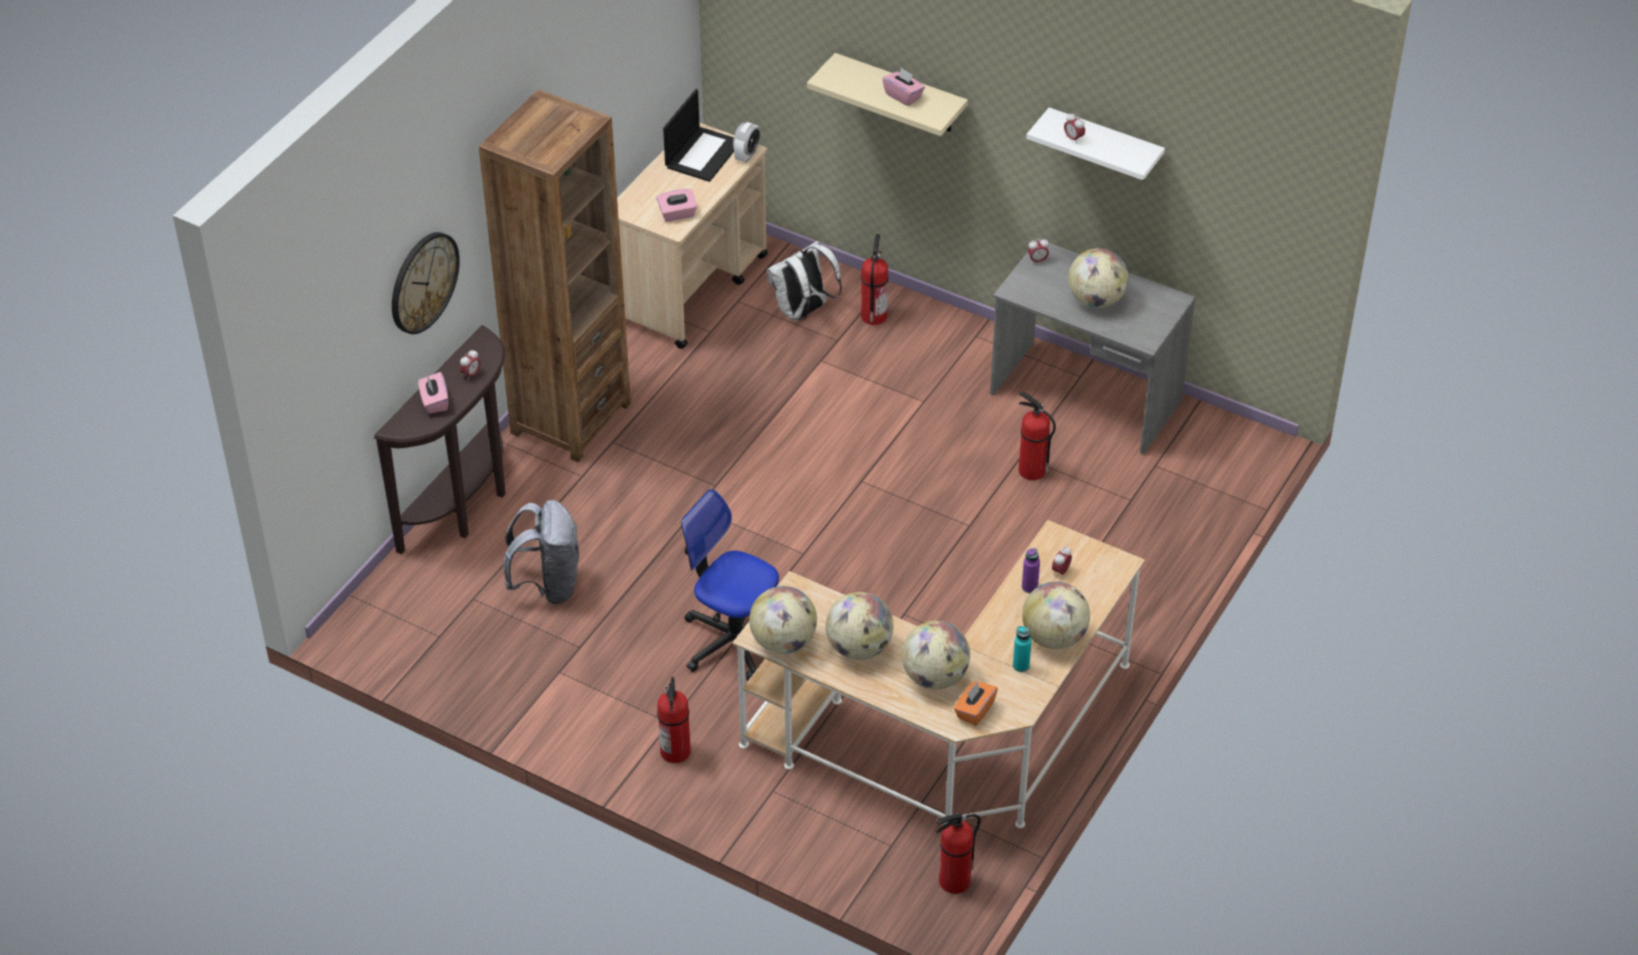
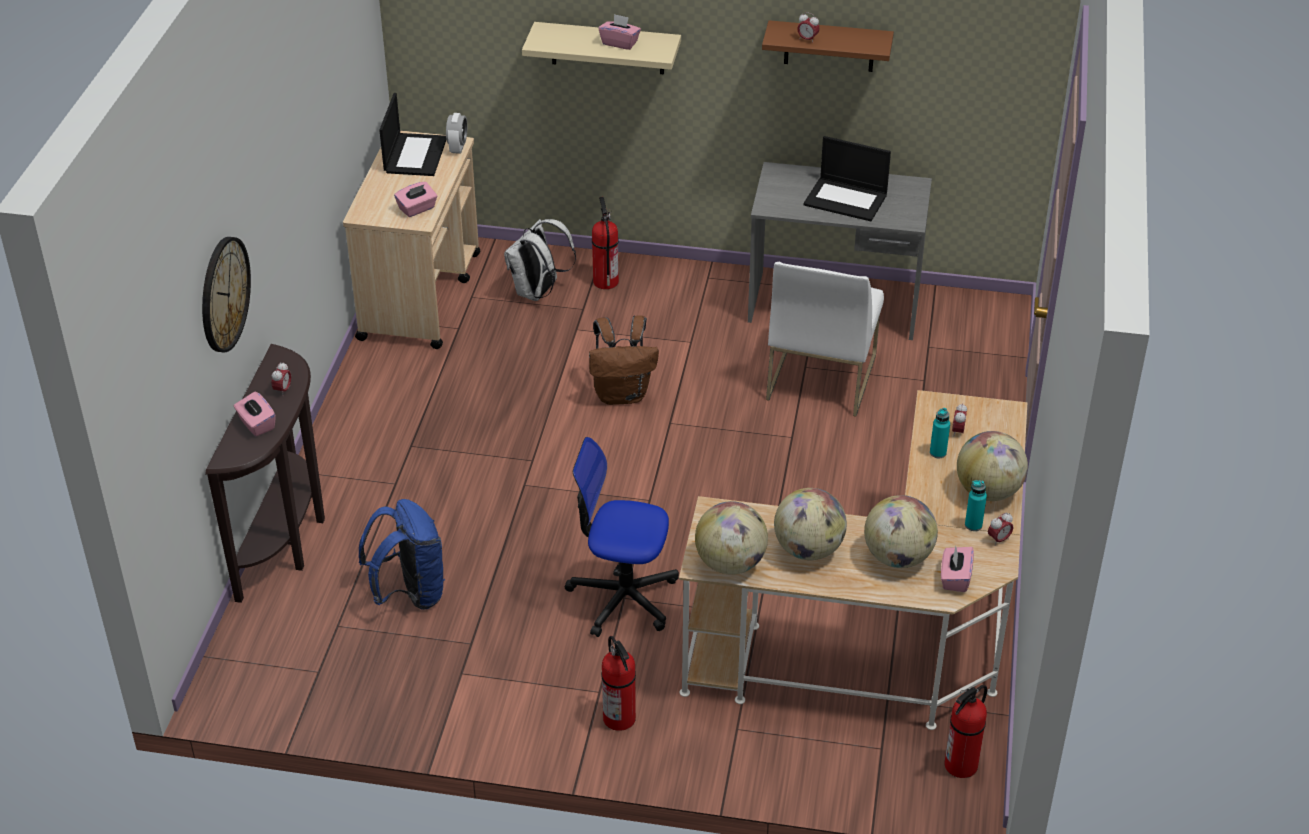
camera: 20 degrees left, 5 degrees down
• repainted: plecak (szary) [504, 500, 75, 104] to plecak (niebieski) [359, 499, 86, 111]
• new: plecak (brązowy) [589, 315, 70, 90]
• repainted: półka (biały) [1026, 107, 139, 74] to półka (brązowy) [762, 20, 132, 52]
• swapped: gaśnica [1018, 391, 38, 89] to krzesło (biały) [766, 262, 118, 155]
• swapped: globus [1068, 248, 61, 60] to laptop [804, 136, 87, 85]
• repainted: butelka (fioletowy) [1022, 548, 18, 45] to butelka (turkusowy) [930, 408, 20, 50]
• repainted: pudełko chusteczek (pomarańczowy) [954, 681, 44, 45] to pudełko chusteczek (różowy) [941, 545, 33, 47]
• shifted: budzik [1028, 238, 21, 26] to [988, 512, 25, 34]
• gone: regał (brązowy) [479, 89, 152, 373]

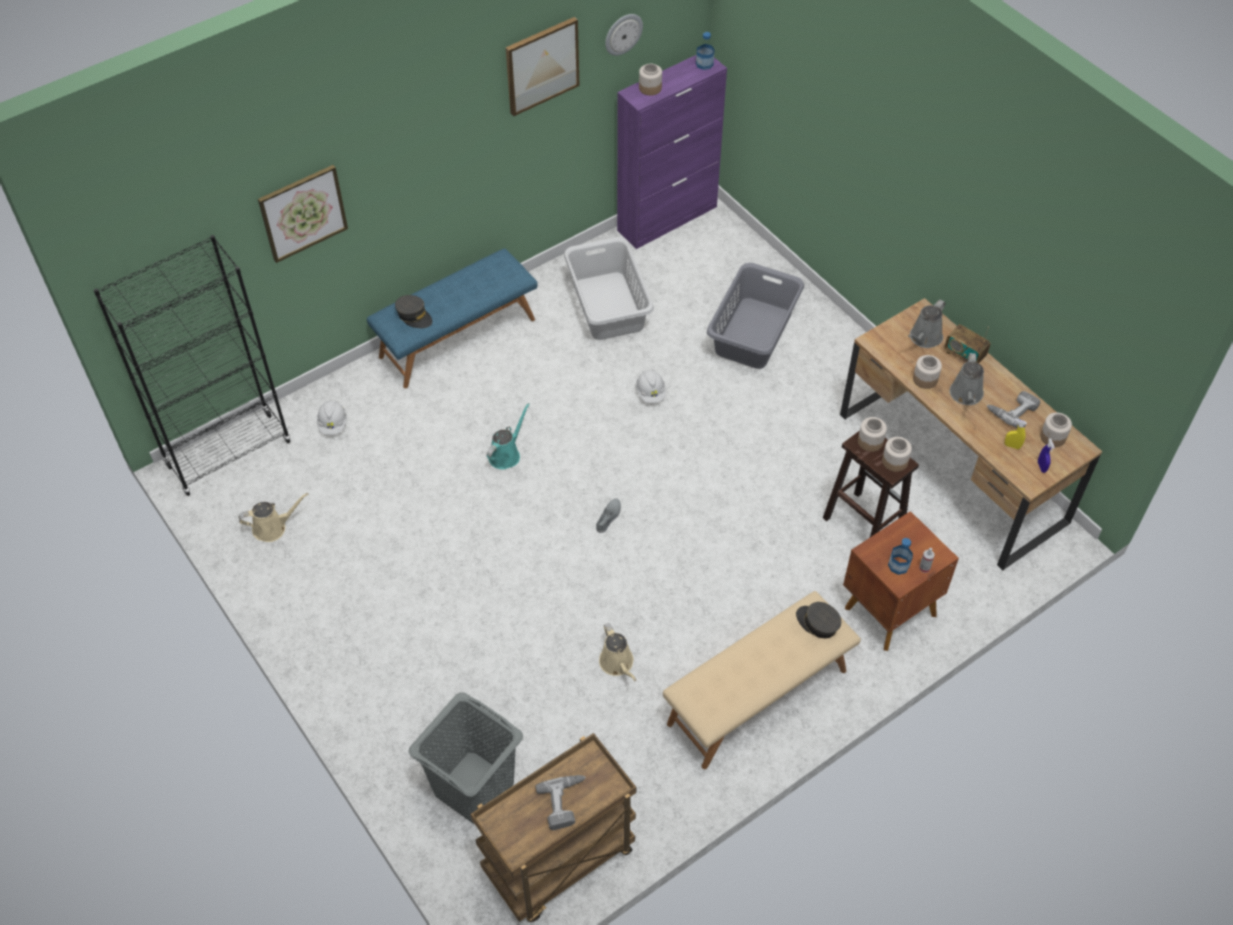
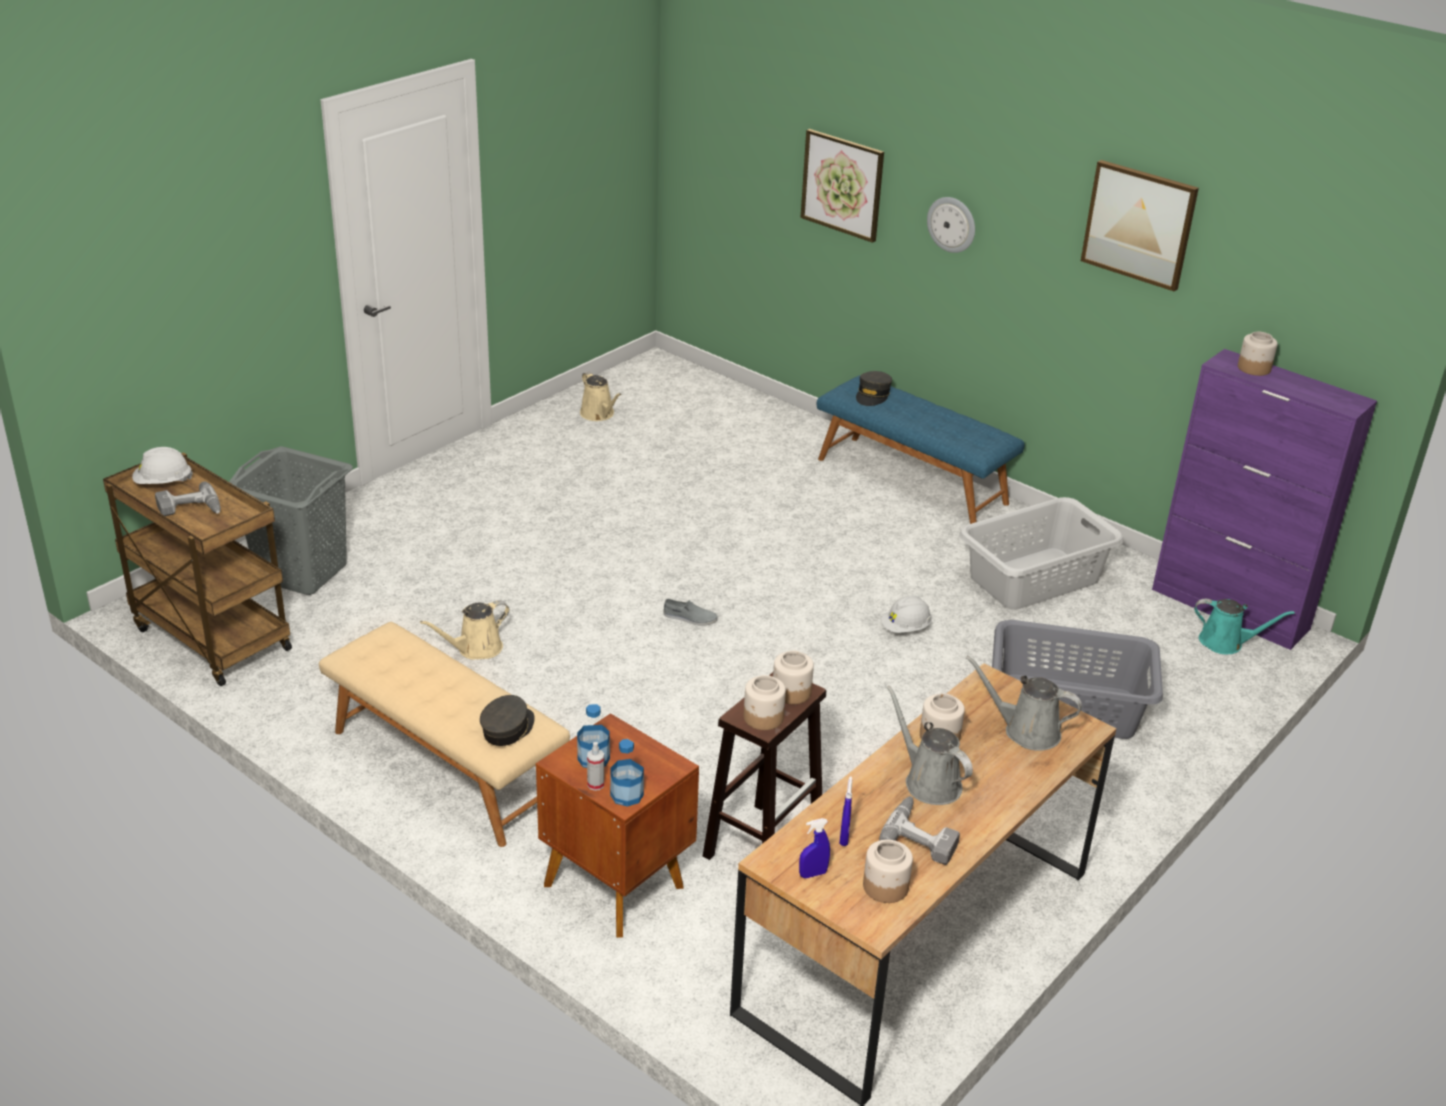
camera: 75 degrees right, 20 degrees down
• shifted: kask (biały) [317, 401, 30, 34] to [132, 447, 61, 37]
• shifted: butelka [696, 32, 19, 38] to [610, 739, 34, 68]
• repainted: spryskiwacz (żółty) [1005, 419, 22, 30] to spryskiwacz (niebieski) [839, 776, 13, 70]
• rotated: konewka (szary) [950, 353, 34, 52] = [887, 685, 86, 120] 60 degrees clockwise
• shifted: zegar ścienny [605, 14, 38, 42] to [927, 197, 48, 56]
• shifted: konewka (turkusowy) [486, 403, 44, 67] to [1194, 599, 101, 55]
• gone: regał (czarny) [94, 235, 197, 261]
• gone: radio [944, 324, 46, 39]

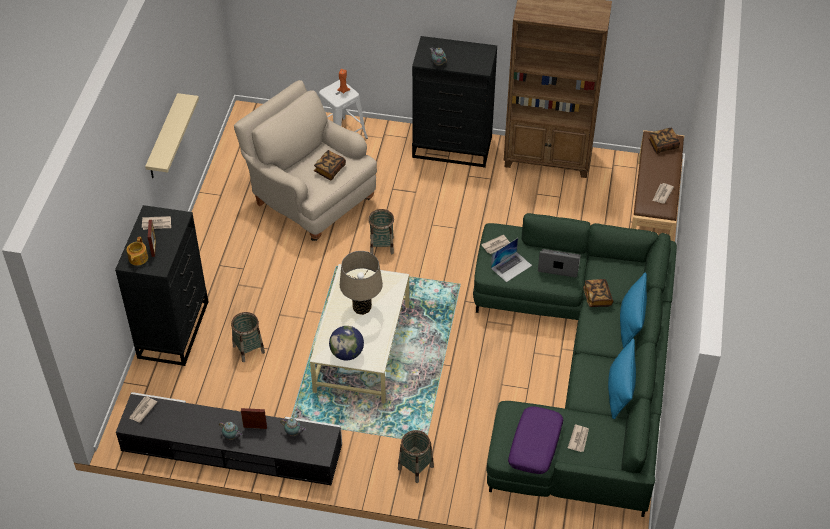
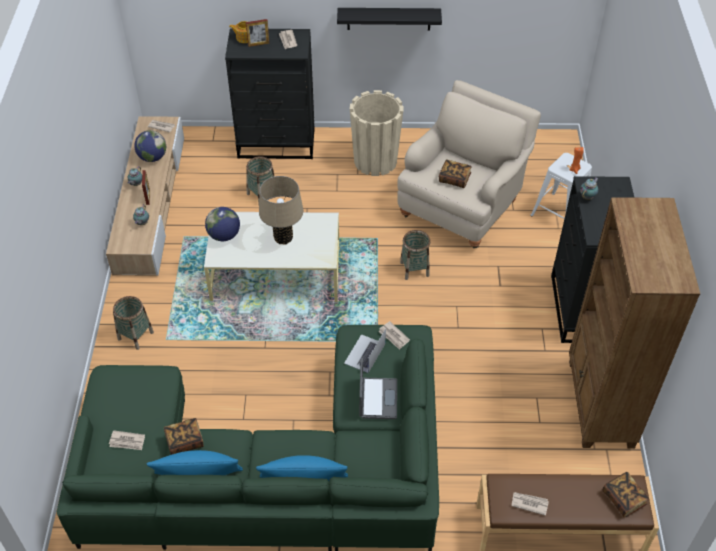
camera: 80 degrees right, 0 degrees up
• repainted: szafka pod telewizor (czarny) [116, 392, 226, 93] to szafka pod telewizor (beżowy) [106, 116, 78, 160]
• new: globus [134, 130, 32, 32]
• shifted: książka [583, 279, 30, 28] to [164, 418, 40, 37]
• repainted: półka (beżowy) [145, 93, 54, 85] to półka (czarny) [337, 8, 105, 22]
• rotated: laptop [491, 238, 41, 44] = [344, 329, 42, 44] 75 degrees clockwise
• new: donica (beżowy) [350, 90, 54, 86]
• gone: poduszka (fioletowy) [508, 406, 55, 68]

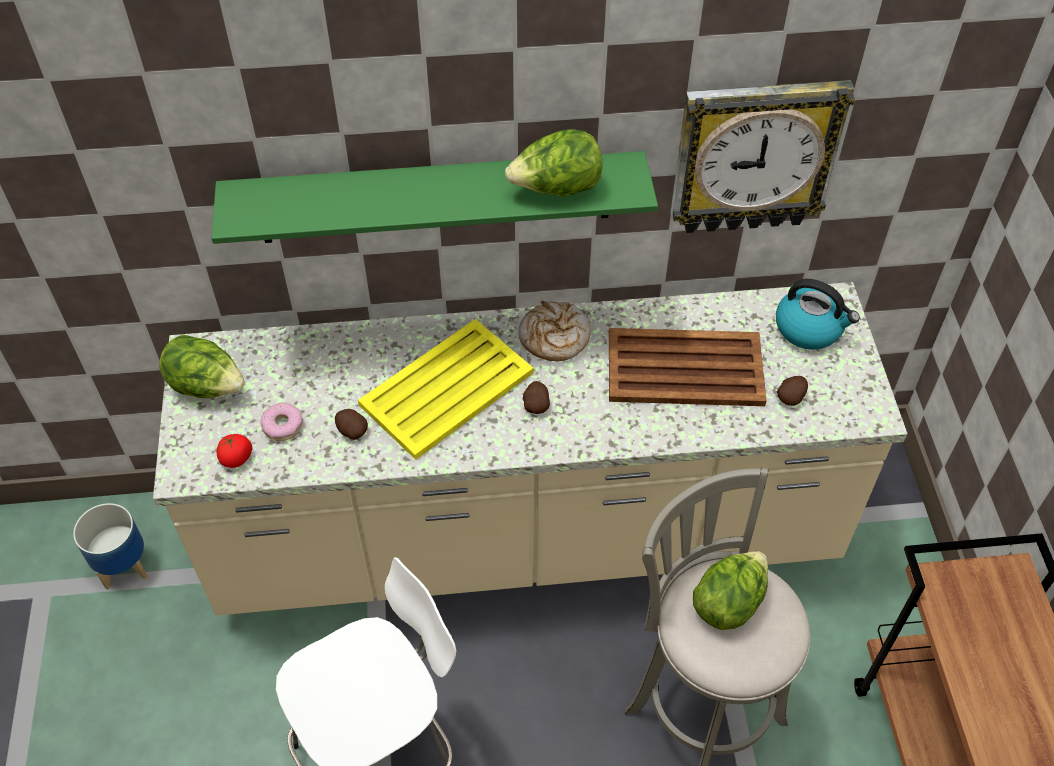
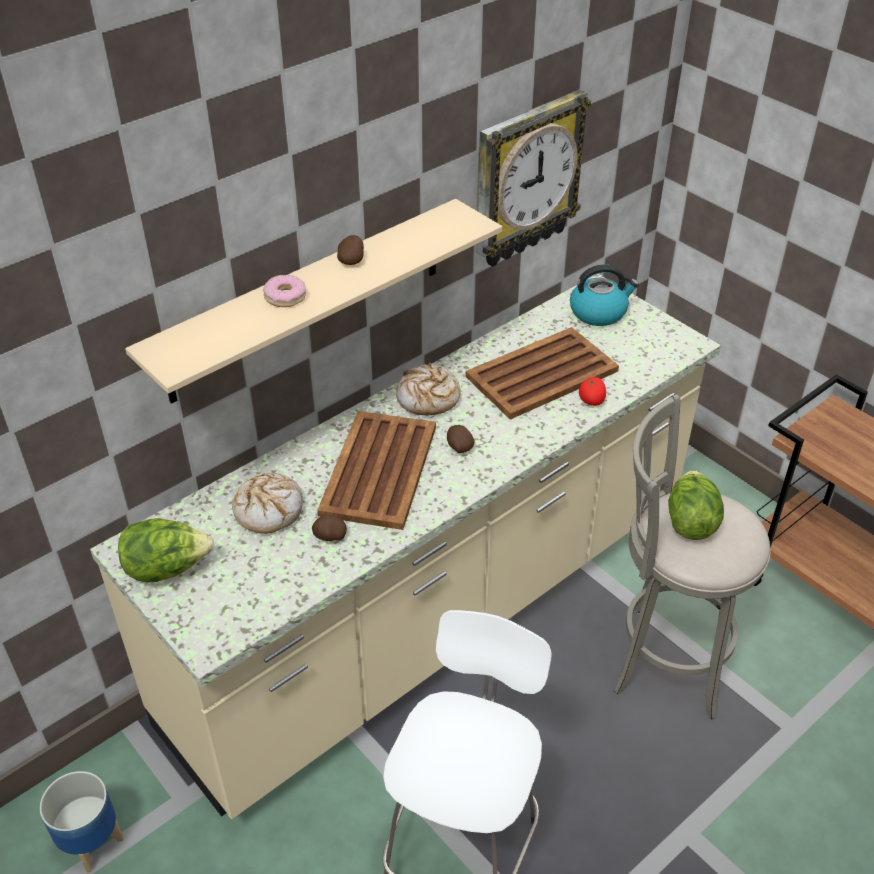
camera: 35 degrees left, 10 degrees down
• repainted: półka (zielony) [211, 151, 447, 93] to półka (beżowy) [125, 199, 377, 205]
• new: chleb [232, 473, 71, 61]
• shifted: donut [261, 403, 42, 38] to [263, 275, 43, 32]
• repainted: taca (żółty) [358, 319, 176, 141] to taca (brązowy) [317, 411, 119, 119]
• shifted: ziemniak [777, 376, 31, 30] to [337, 235, 27, 30]
• shifted: pomidor [217, 434, 35, 34] to [579, 377, 27, 29]
• gone: sałata [505, 129, 98, 67]

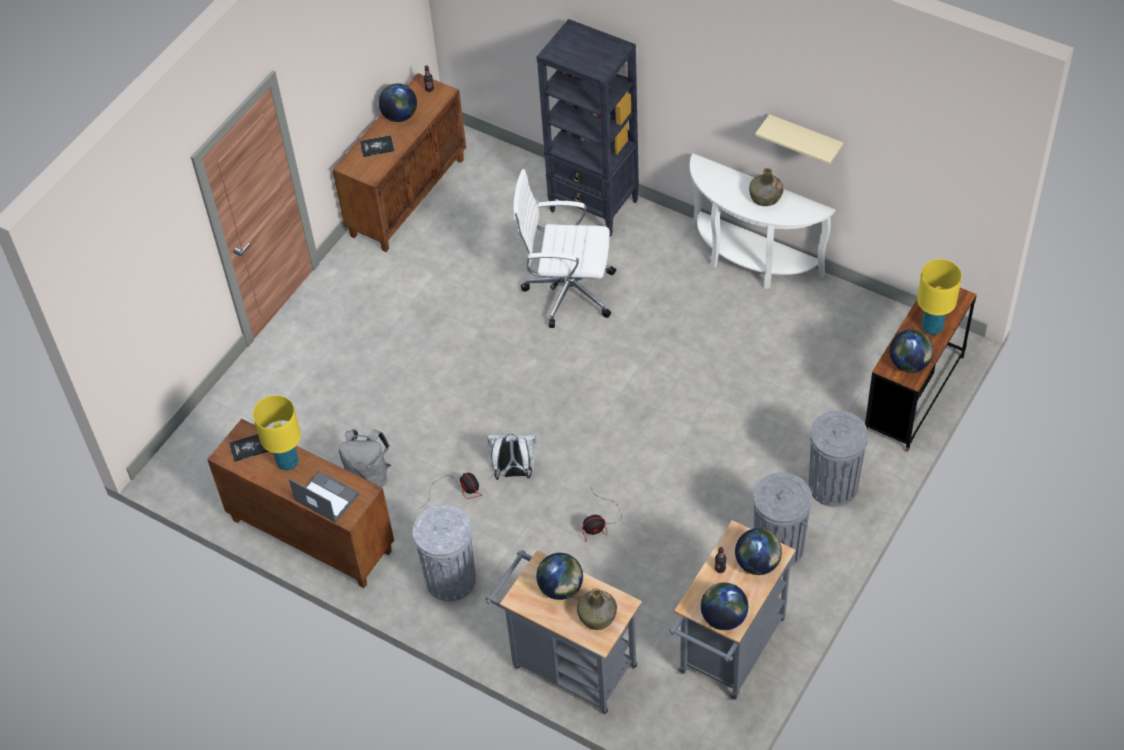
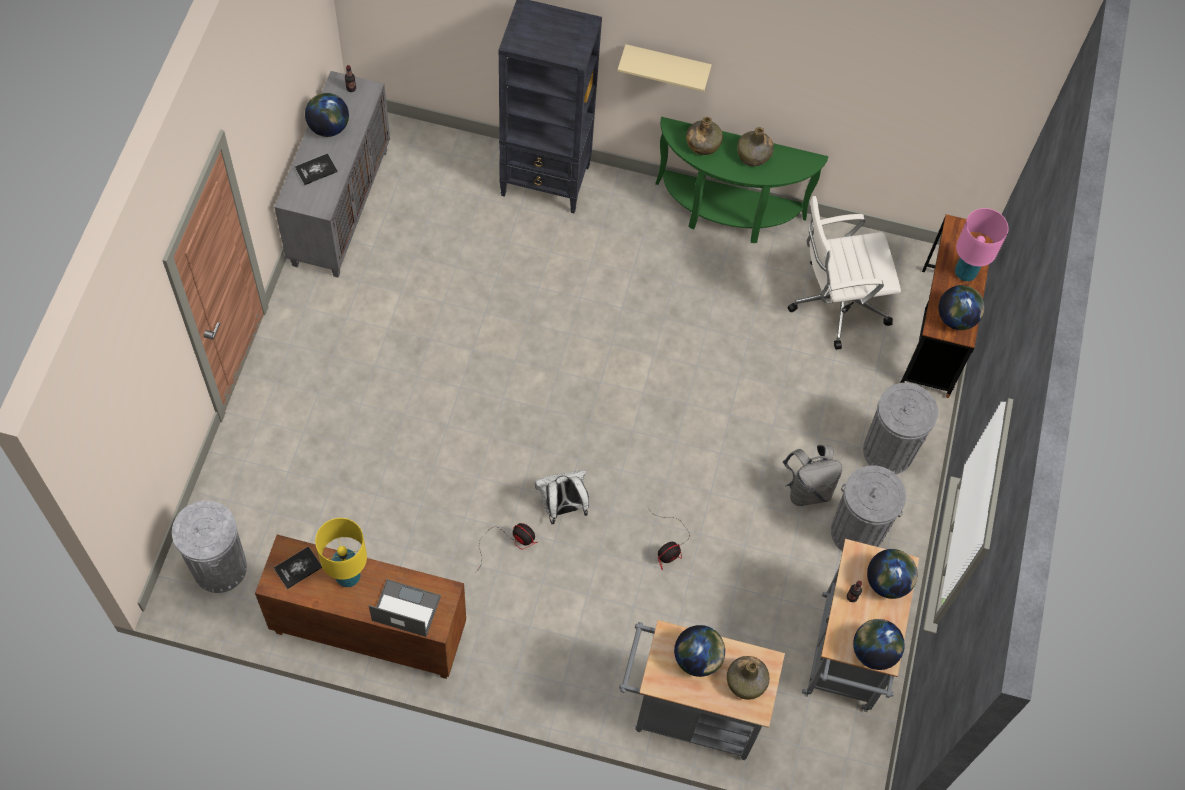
camera: 25 degrees left, 10 degrees up
• shifted: kosz na śmieci (szary) [413, 505, 63, 97] to [172, 500, 75, 93]
• repainted: szafka (brązowy) [332, 73, 134, 179] to szafka (szary) [274, 71, 116, 207]
• shifted: półka (beżowy) [755, 114, 88, 50] to [617, 44, 95, 48]
• repainted: stolik konsolowy (biały) [690, 153, 145, 136] to stolik konsolowy (zielony) [655, 117, 173, 126]
• new: butelka (zielony) [686, 117, 37, 38]
• shifted: plecak (szary) [339, 429, 52, 58] to [783, 445, 59, 61]
• shifted: krzesło biurowe (biały) [513, 169, 103, 159] to [787, 196, 114, 154]
• repainted: lampa stołowa (żółty) [917, 259, 45, 76] to lampa stołowa (różowy) [955, 208, 53, 73]

